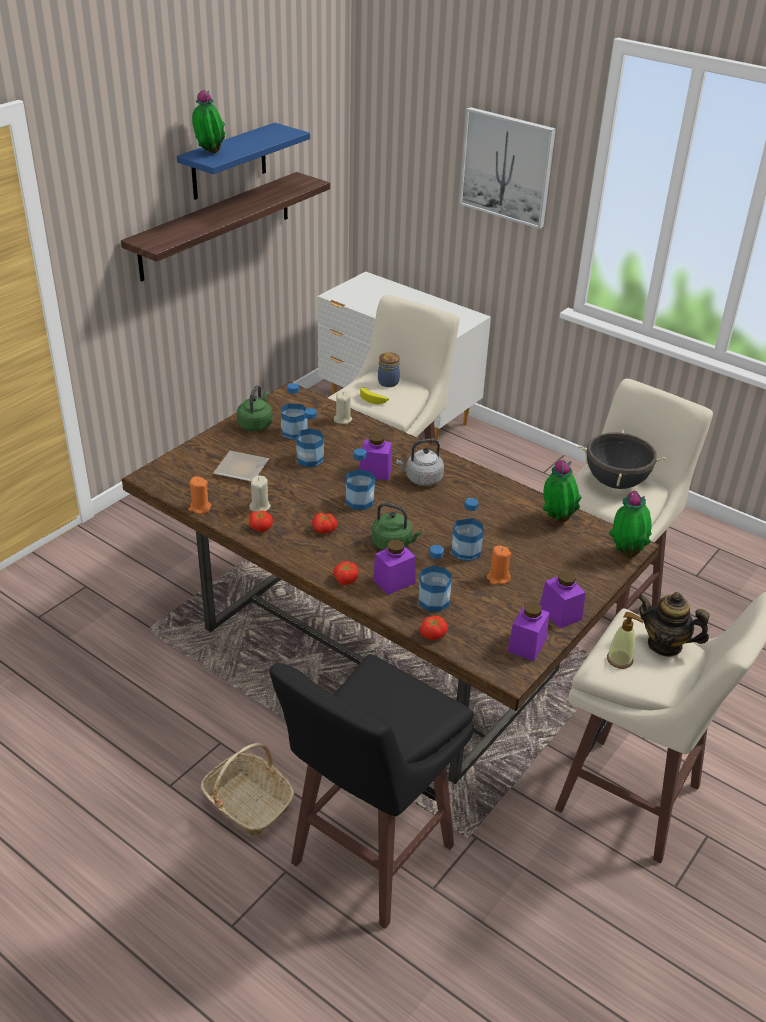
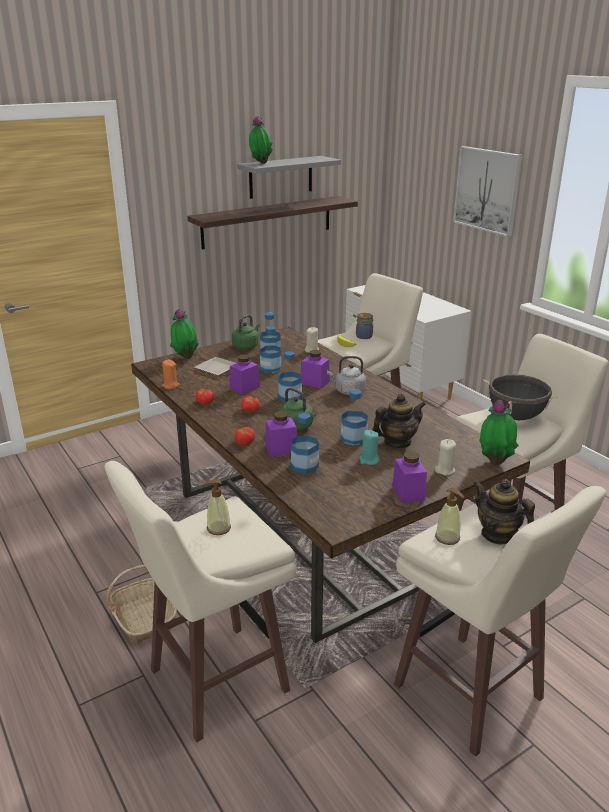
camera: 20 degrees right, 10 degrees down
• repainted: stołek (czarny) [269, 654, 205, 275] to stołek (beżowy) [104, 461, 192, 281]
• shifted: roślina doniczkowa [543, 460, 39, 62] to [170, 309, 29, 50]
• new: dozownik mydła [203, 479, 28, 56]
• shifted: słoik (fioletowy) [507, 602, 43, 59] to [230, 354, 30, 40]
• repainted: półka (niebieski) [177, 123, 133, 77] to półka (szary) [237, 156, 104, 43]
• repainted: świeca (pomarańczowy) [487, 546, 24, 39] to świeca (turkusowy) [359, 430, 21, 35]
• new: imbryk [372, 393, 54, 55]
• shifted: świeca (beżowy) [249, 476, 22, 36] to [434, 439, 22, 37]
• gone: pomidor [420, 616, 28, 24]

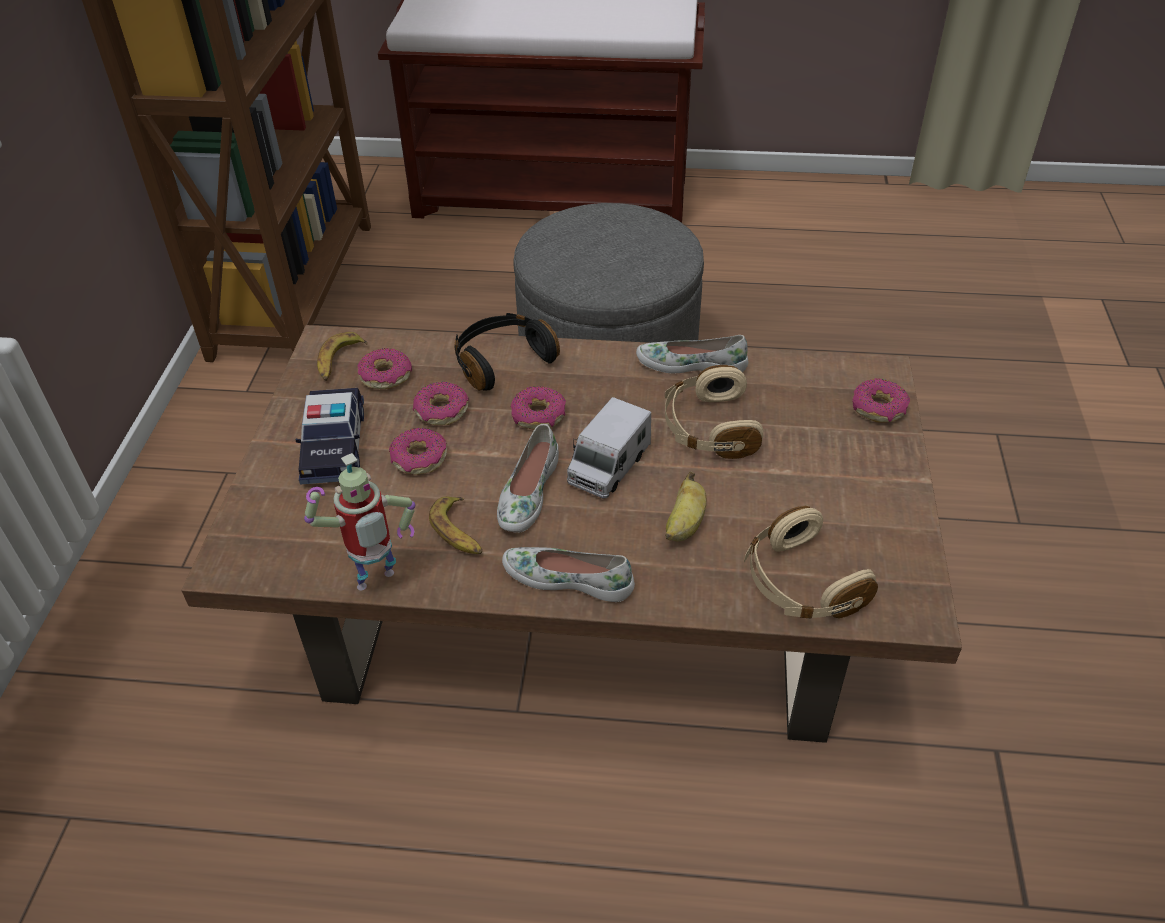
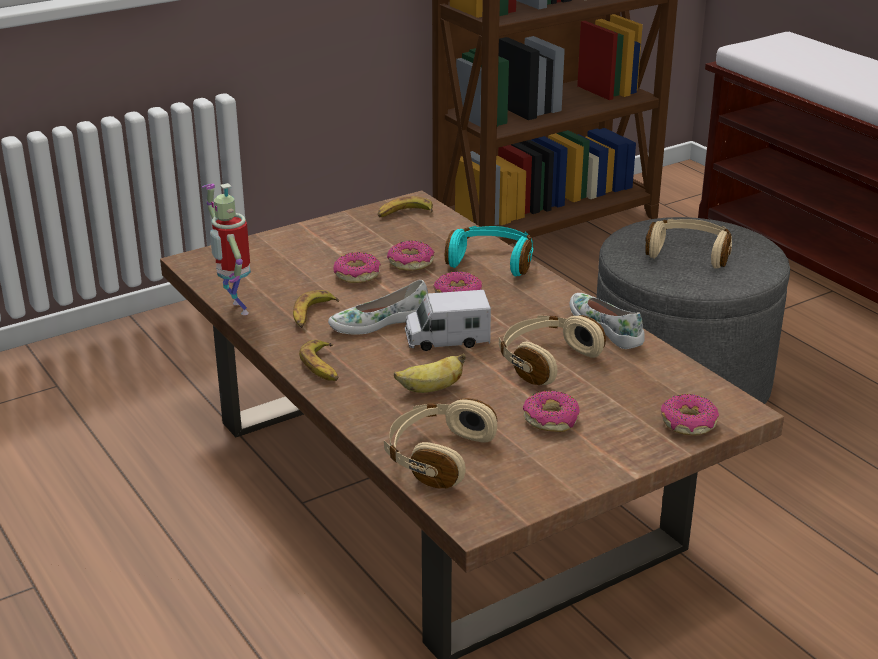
camera: 50 degrees right, 15 degrees down
• rotated: robot zabawkowy [304, 453, 111, 138] = [202, 183, 49, 132] 45 degrees clockwise
• swapped: but (biały) [502, 547, 133, 55] to banan [299, 340, 39, 41]
• repainted: słuchawki (czarny) [454, 313, 106, 78] to słuchawki (turkusowy) [445, 226, 88, 50]
• shifted: donut [358, 348, 54, 41] to [523, 390, 57, 42]
• new: słuchawki (beżowy) [645, 219, 87, 50]
• gone: samochodzik [295, 388, 69, 97]

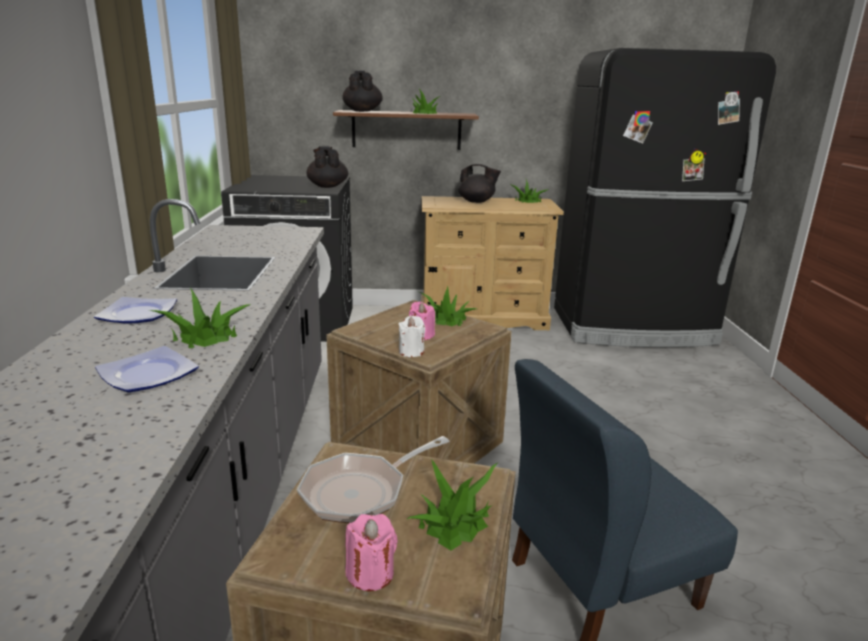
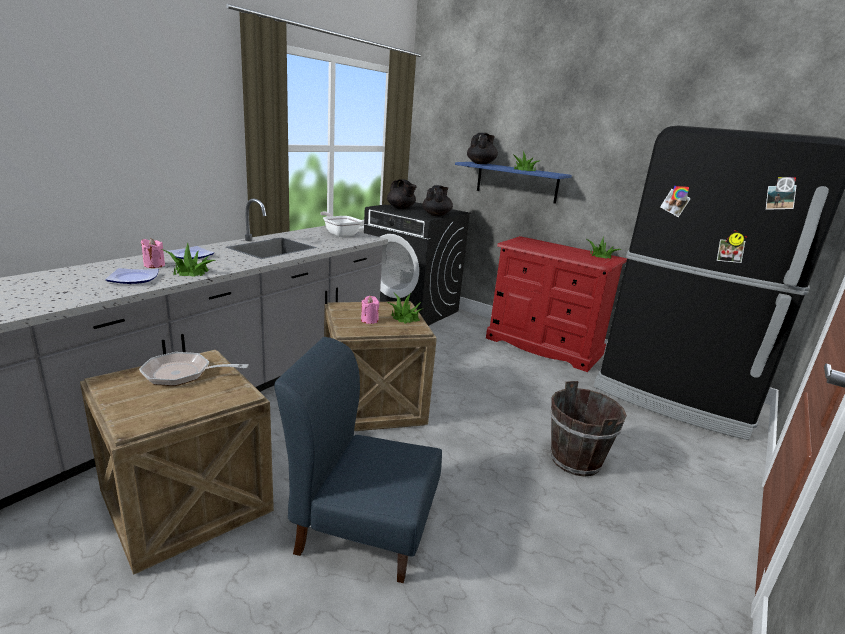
camera: 35 degrees right, 0 degrees up
• shifted: świeca (różowy) [345, 514, 53, 77] to [141, 238, 24, 30]
• new: patelnia [320, 212, 42, 25]
• shifted: imbryk (czarny) [458, 164, 43, 39] to [387, 179, 30, 30]
• repainted: półka (brązowy) [333, 110, 146, 40] to półka (niebieski) [455, 162, 117, 42]
• repainted: komoda (beżowy) [421, 196, 143, 134] to komoda (czerwony) [486, 236, 141, 136]
• new: wiadro (brązowy) [550, 381, 77, 96]
• gone: świeca (biały) [398, 315, 27, 42]
• gone: roślina doniczkowa [407, 459, 92, 91]

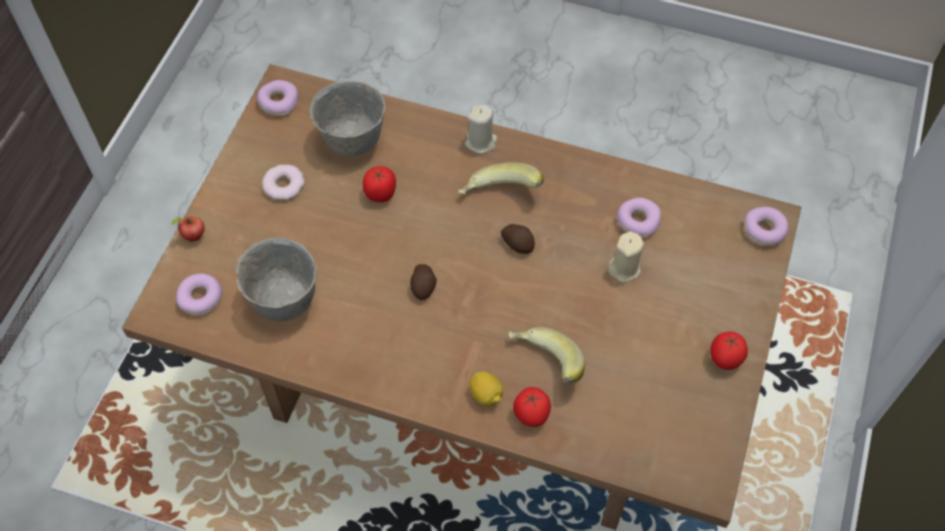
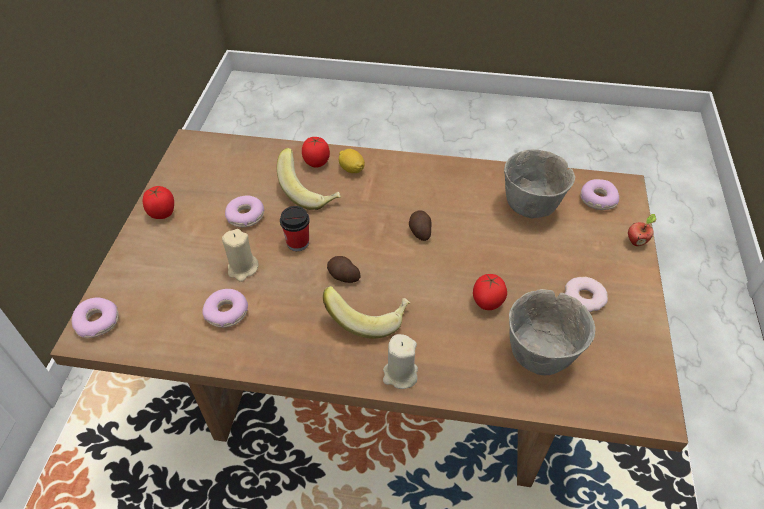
camera: 170 degrees right, 10 degrees down
• shifted: donut [257, 80, 41, 36] to [225, 195, 40, 32]
• new: filiżanka [280, 206, 30, 45]

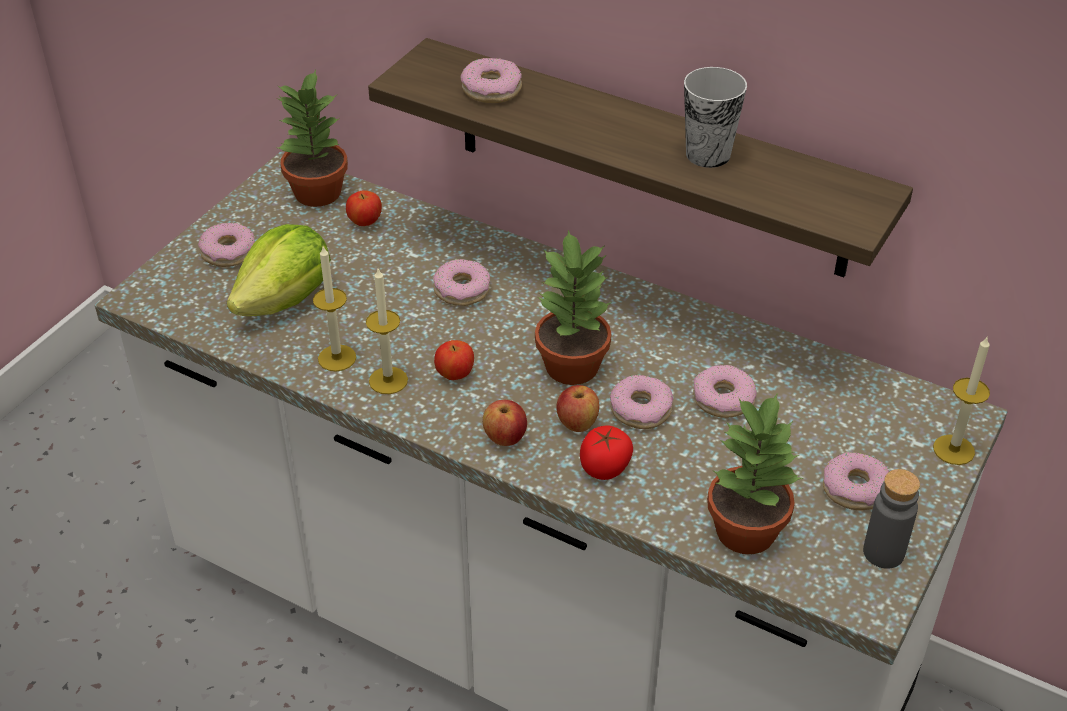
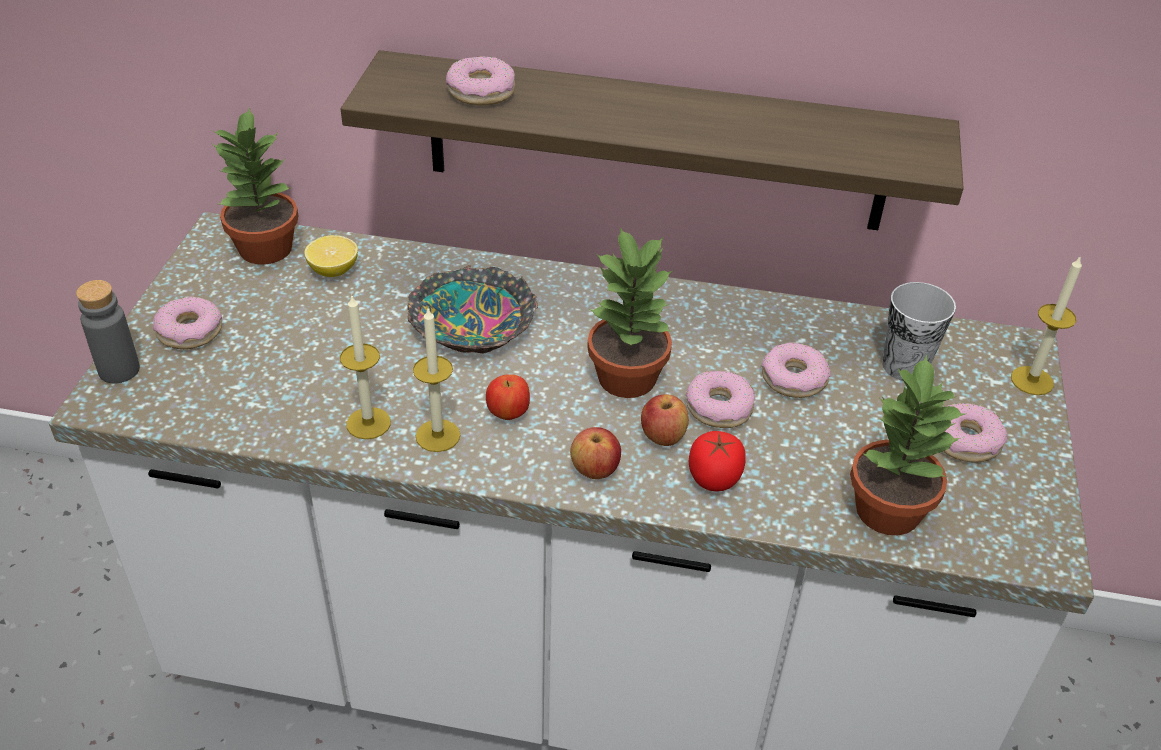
camera: 20 degrees left, 0 degrees up
• shifted: butelka (szary) [863, 469, 57, 100] to [76, 280, 64, 103]
• swapped: jabłko [346, 190, 36, 36] to cytryna [305, 235, 53, 42]
• swapped: donut [433, 259, 57, 47] to miska [407, 265, 131, 88]
• shifted: filiżanka [684, 67, 63, 101] to [882, 282, 74, 99]
• gone: sałata [227, 224, 104, 92]

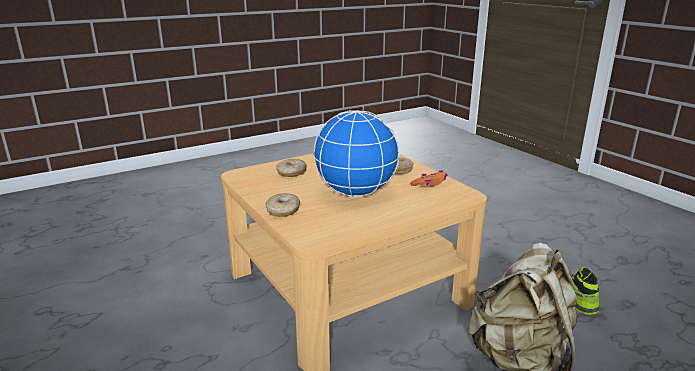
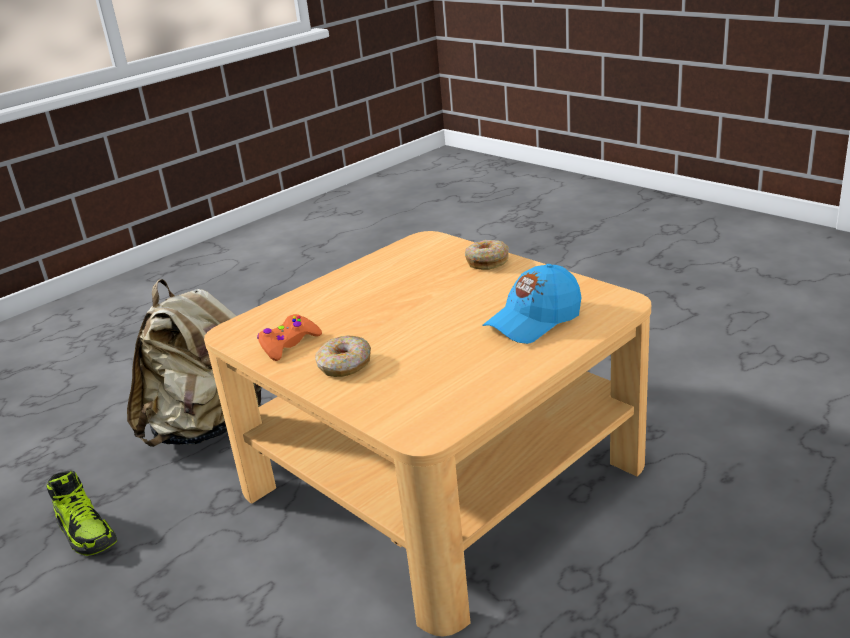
camera: 170 degrees right, 5 degrees up
• swapped: donut [276, 159, 31, 18] to czapka z daszkiem (niebieski) [483, 264, 98, 80]
• gone: globus [313, 110, 87, 87]

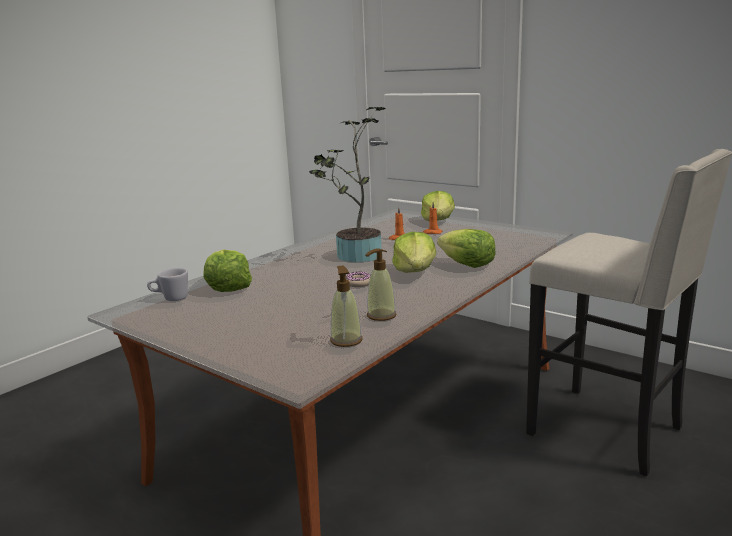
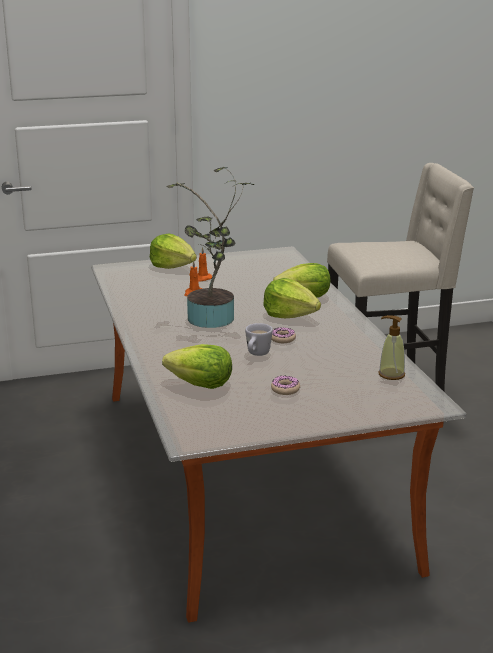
camera: 55 degrees left, 5 degrees up
• shifted: kubek (biały) [147, 268, 41, 33] to [245, 323, 28, 33]
• new: donut [271, 376, 29, 19]
• gone: dozownik mydła [366, 248, 30, 73]

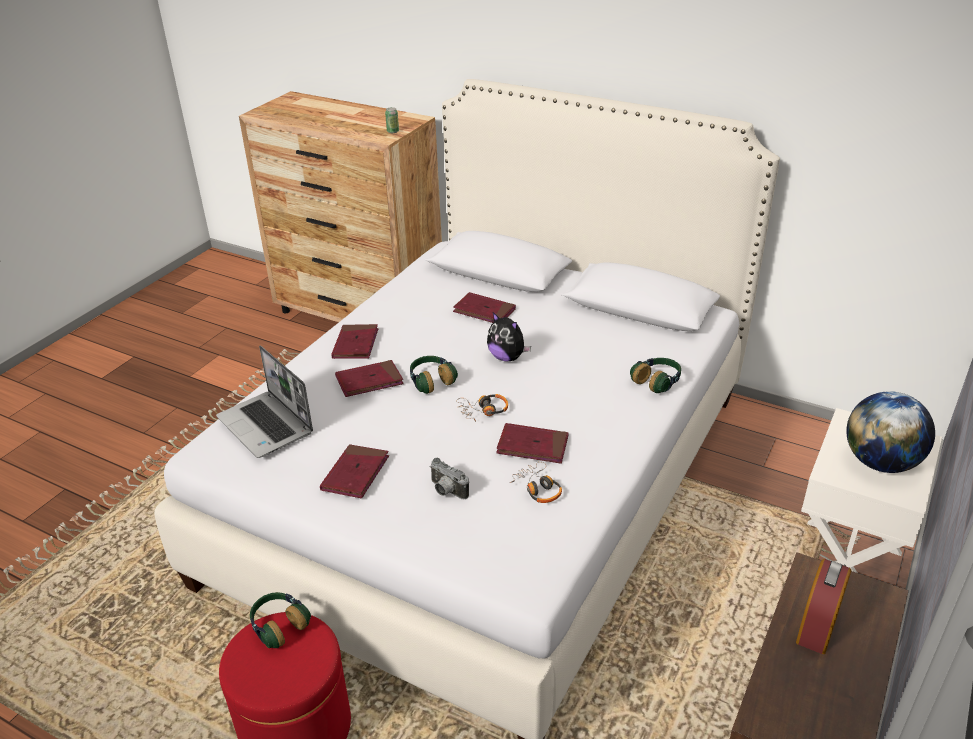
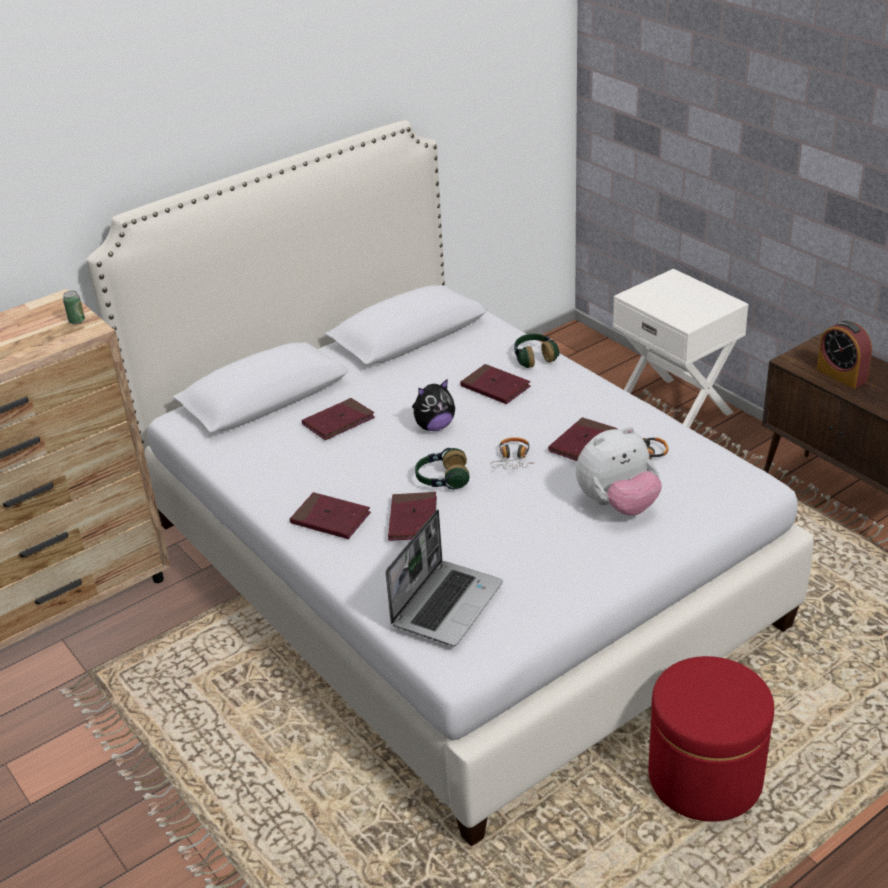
camera: 65 degrees left, 0 degrees up
• rotated: laptop [216, 345, 97, 113] = [386, 509, 117, 137] 45 degrees counterclockwise
• shifted: książka (czerwony) [320, 444, 69, 55] to [460, 364, 71, 40]
• swapped: aparat fotograficzny [430, 458, 39, 41] to pluszak [576, 427, 86, 89]
• gone: słuchawki [250, 592, 61, 56]
• gone: globus [846, 391, 89, 82]

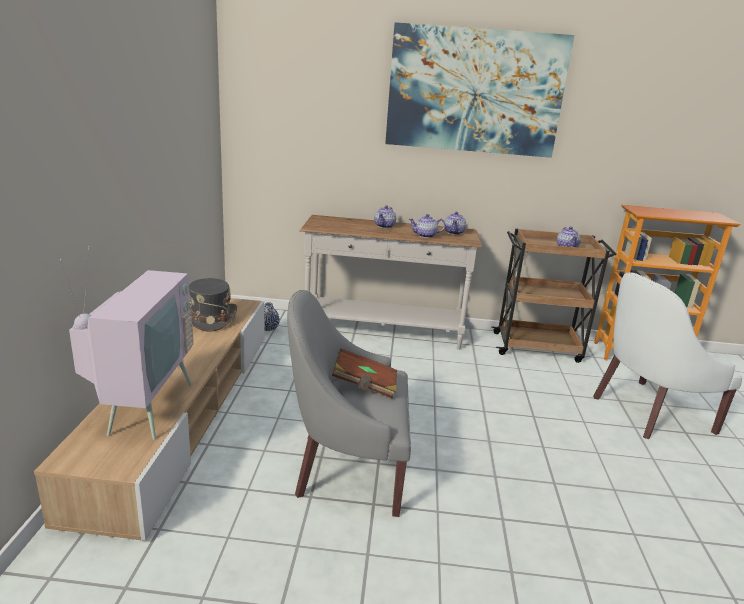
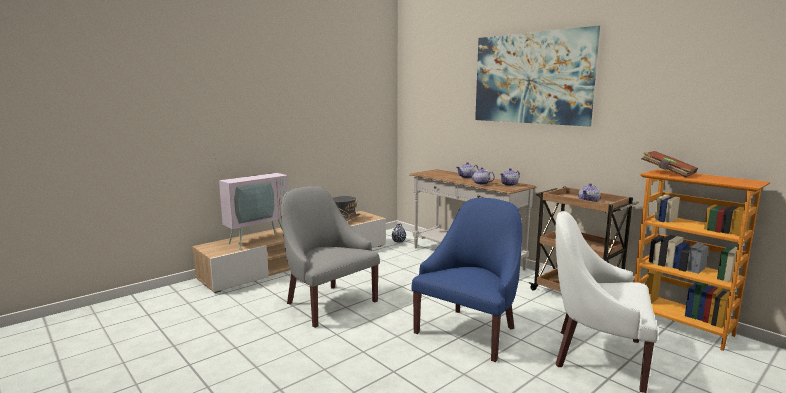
camera: 45 degrees right, 10 degrees down
• new: fotel (niebieski) [411, 198, 111, 164]
• shifted: książka (brązowy) [332, 348, 65, 50] to [642, 151, 56, 26]

